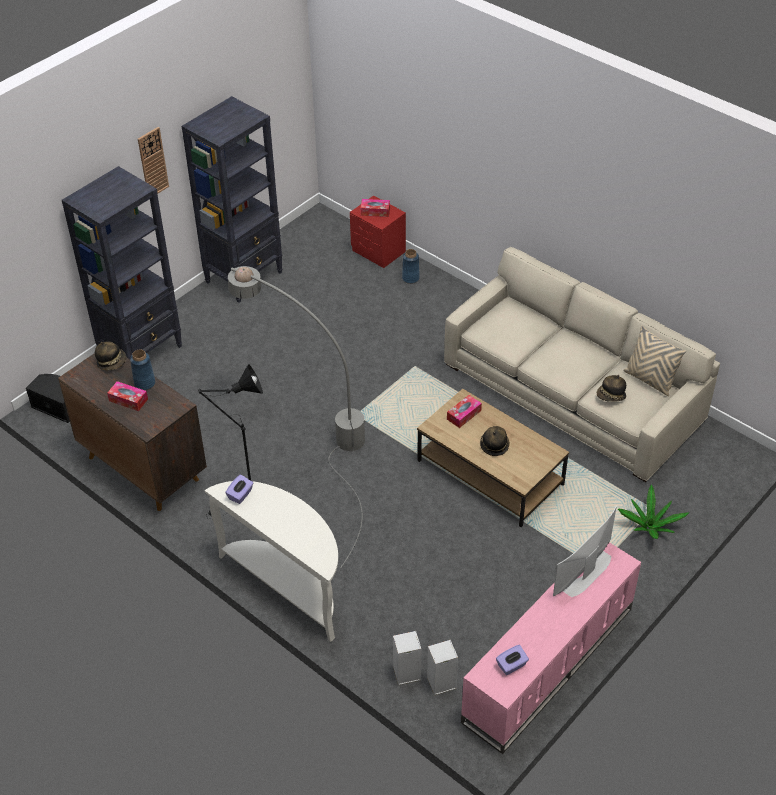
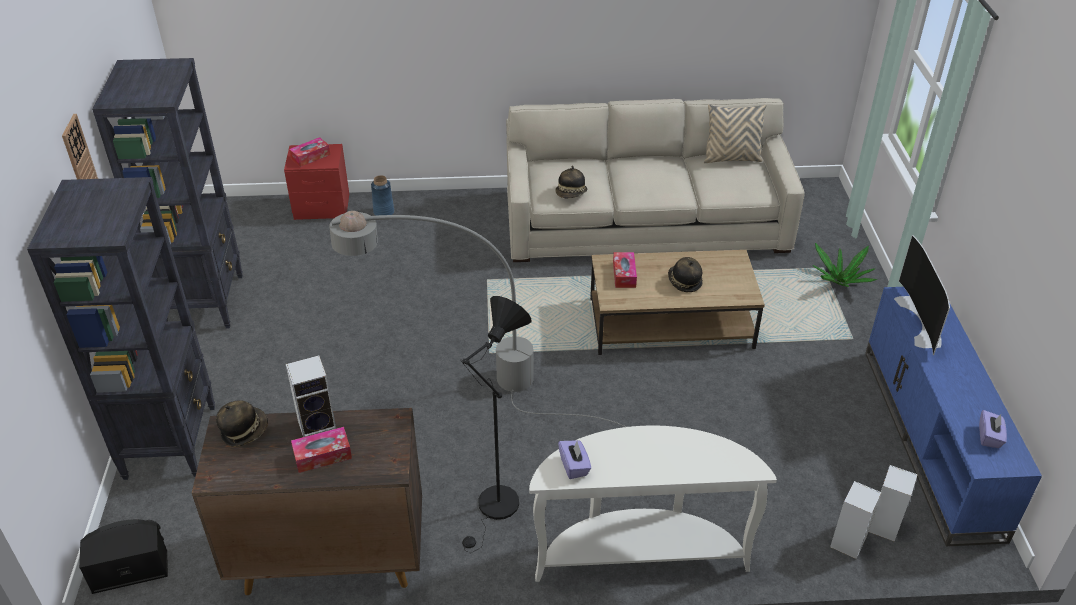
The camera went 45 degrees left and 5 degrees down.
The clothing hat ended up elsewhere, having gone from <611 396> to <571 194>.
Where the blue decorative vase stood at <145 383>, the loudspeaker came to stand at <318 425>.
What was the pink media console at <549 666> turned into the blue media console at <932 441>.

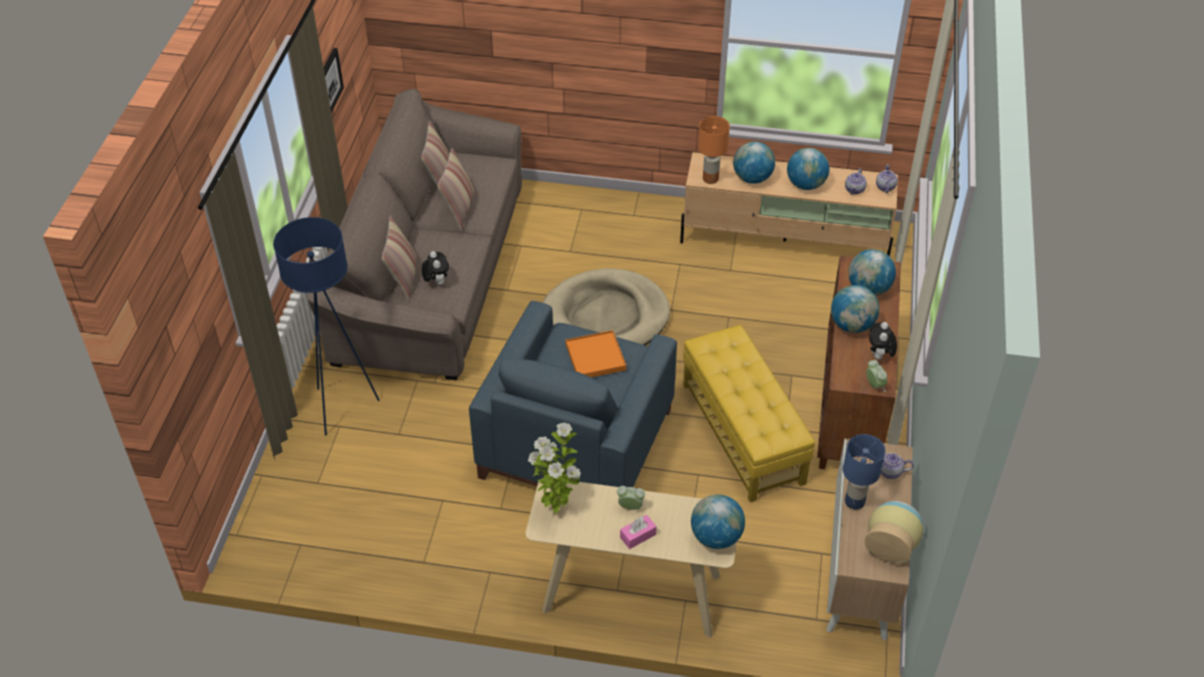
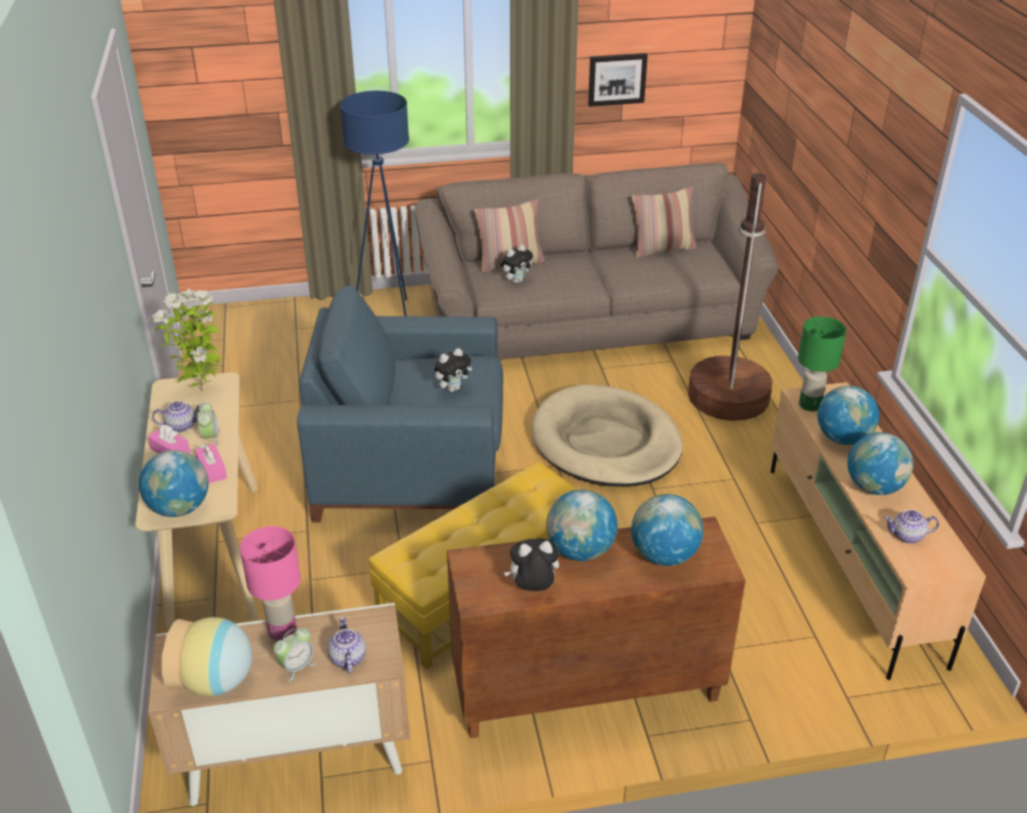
The camera went 70 degrees right and 10 degrees down.
The second view lost the cushion at <459 209>.
The second view gained the pink tissue box at <212 470>.
The second view gained the brown standard lamp at <728 396>.
The table clock ended up elsewhere, having gone from <874 385> to <297 667>.
The tea pot ended up elsewhere, having gone from <885 187> to <181 425>.
Where the orange-coloured tray stood at <595 357>, the soft toy came to stand at <453 388>.
What was the orange-coloured table lamp at <710 179> turned into the green-coloured table lamp at <809 405>.
What was the blue table lamp at <854 502> turned into the pink table lamp at <282 630>.

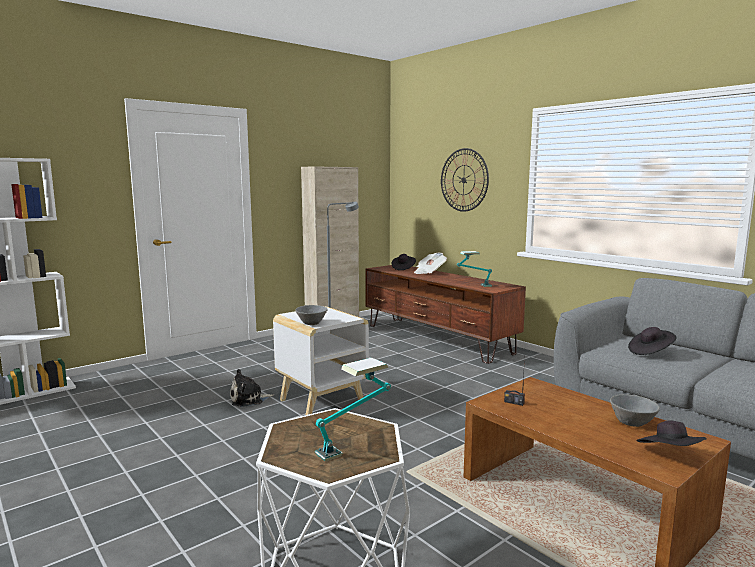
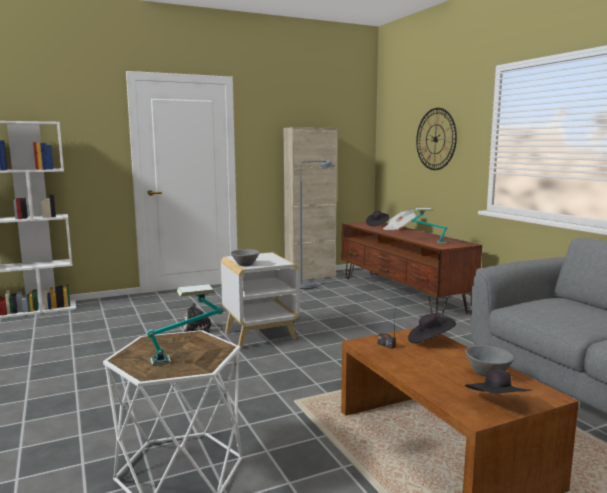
The camera went 15 degrees right and 0 degrees up.
The black-coloured clothing hat ended up elsewhere, having gone from <650 352> to <430 341>.

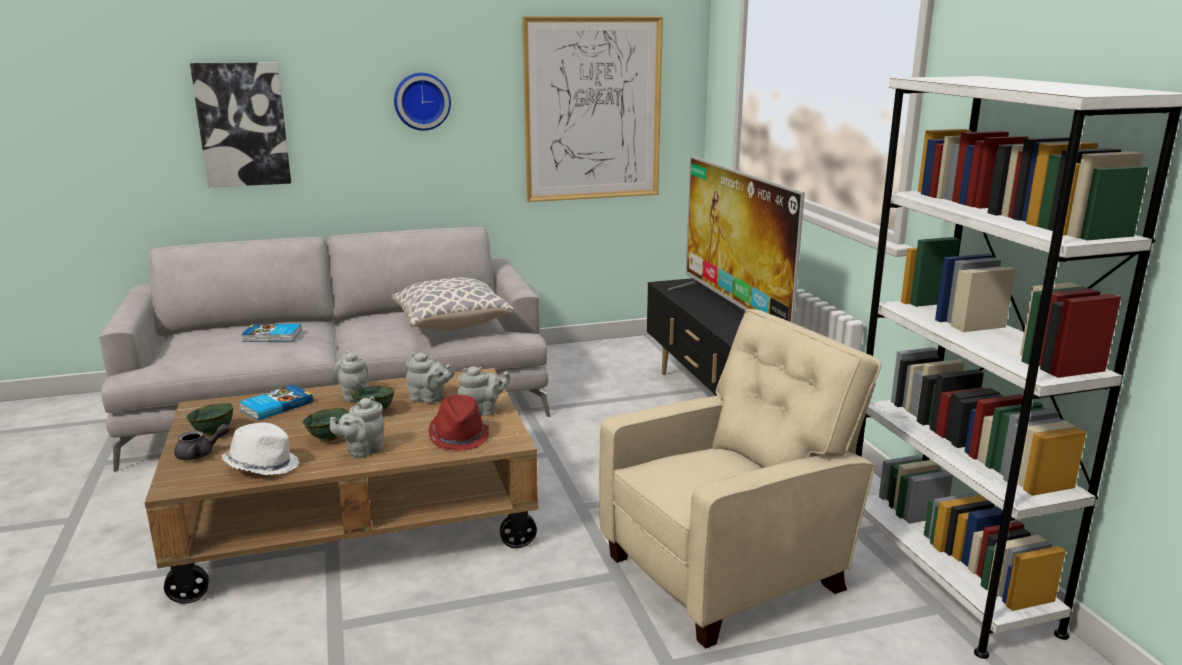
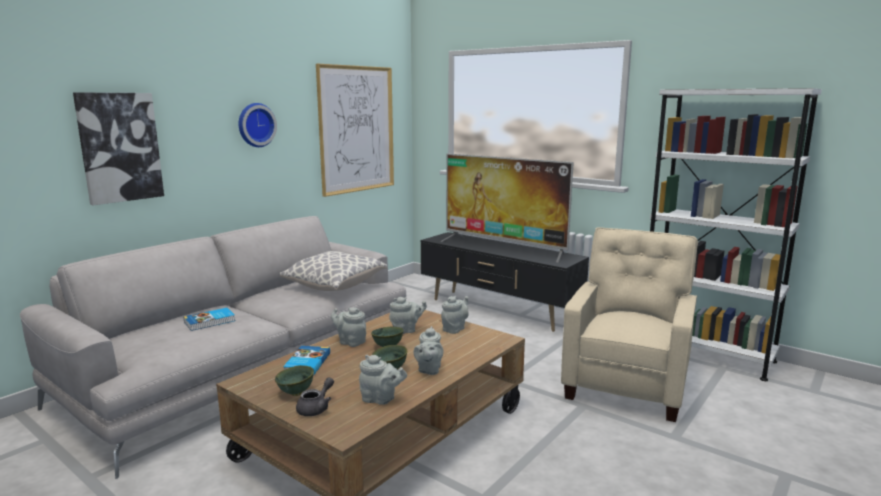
The camera went 35 degrees left and 5 degrees down.
The second view lost the red clothing hat at <459 436>.
Where the whitish clothing hat stood at <262 466>, the gray tea pot came to stand at <381 399>.

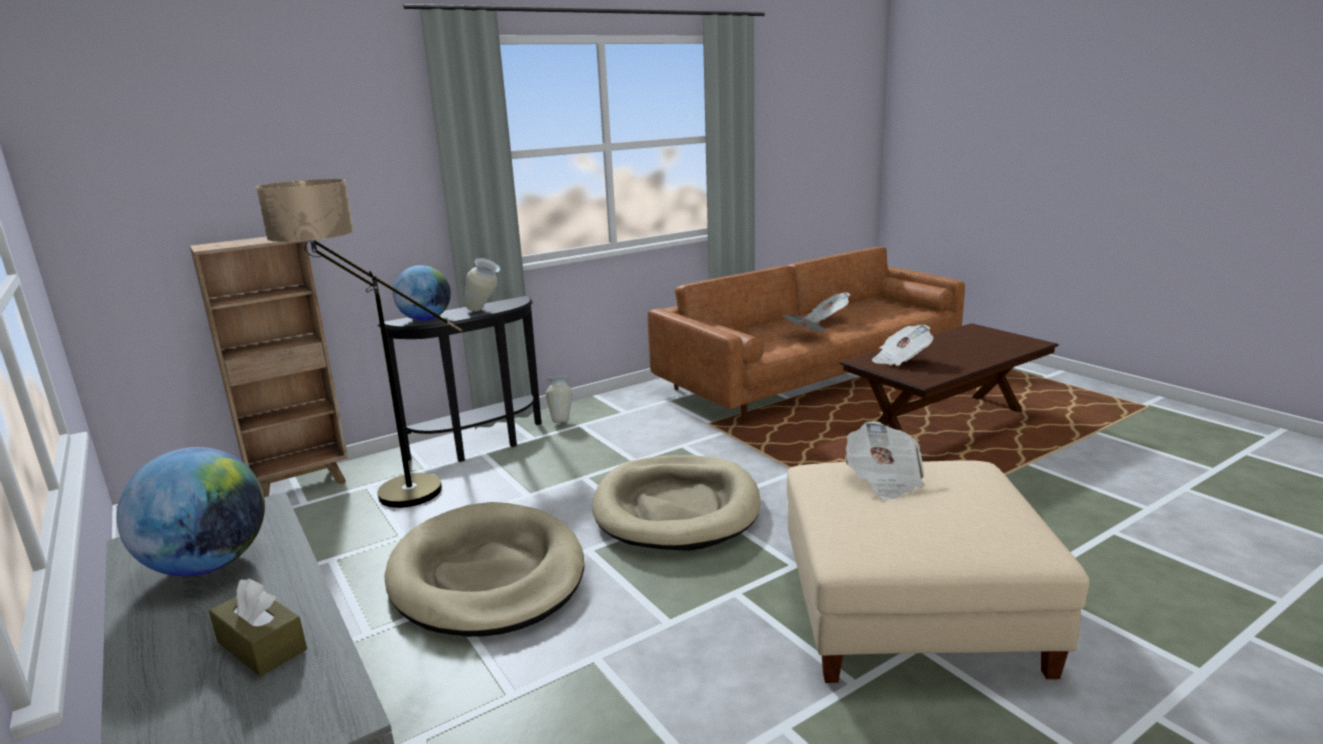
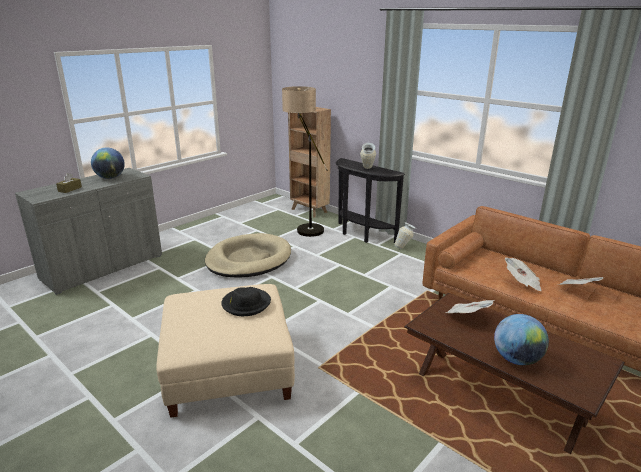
The camera went 75 degrees right and 5 degrees up.
The second view lost the beige-coloured dog bed at <676 508>.
The desk globe ended up elsewhere, having gone from <426 319> to <516 359>.
Where the newspaper stood at <883 480>, the black-coloured clothing hat came to stand at <246 304>.

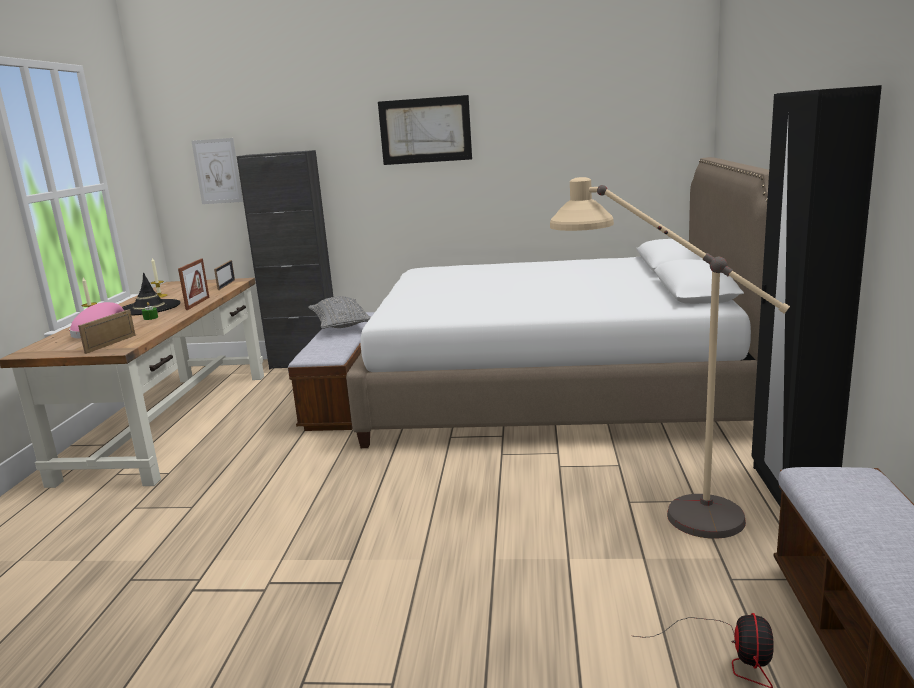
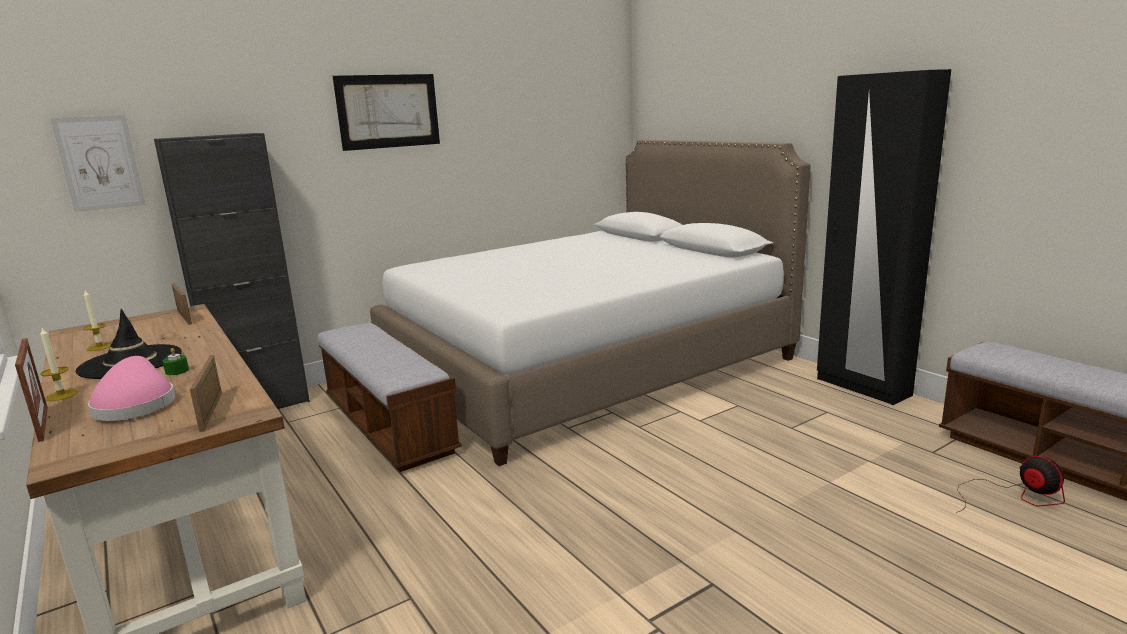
The camera went 40 degrees left and 0 degrees up.
The second view lost the gray cushion at <341 324>.
The second view lost the beige-coloured standard lamp at <654 504>.
The standing frame ended up elsewhere, having gone from <198 303> to <43 423>.

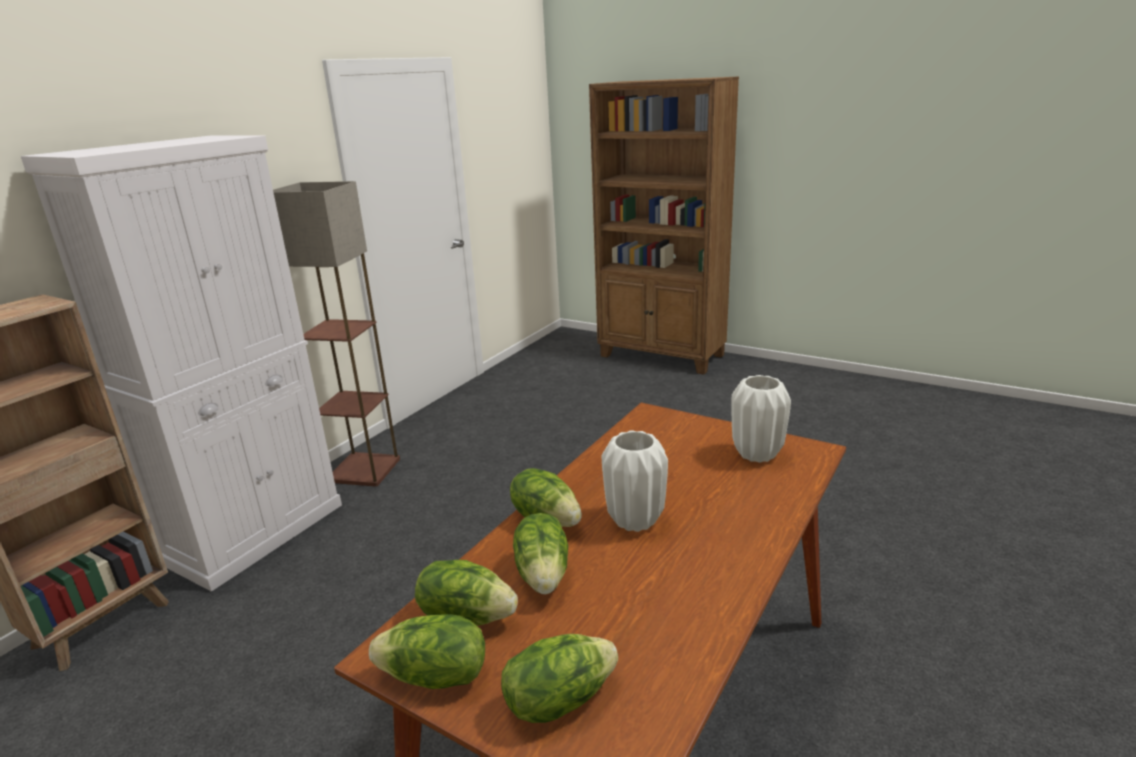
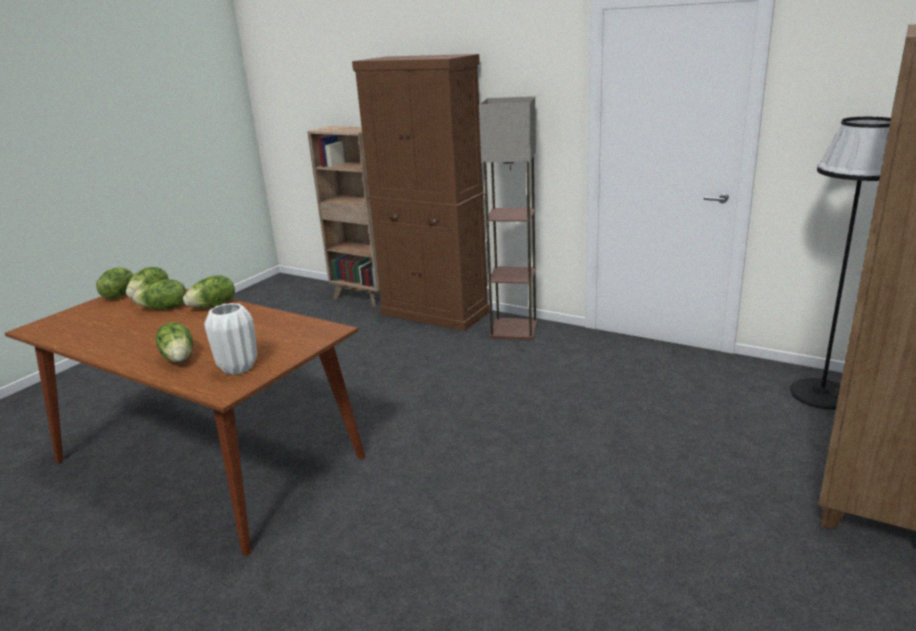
The camera went 90 degrees right and 0 degrees up.
The second view lost the whitish decorative vase at <635 520>.
The second view gained the black-coloured standard lamp at <822 394>.
The lettuce head ended up elsewhere, having gone from <558 699> to <180 358>.
What was the whitish cabinet at <258 533> turned into the brown cabinet at <435 313>.

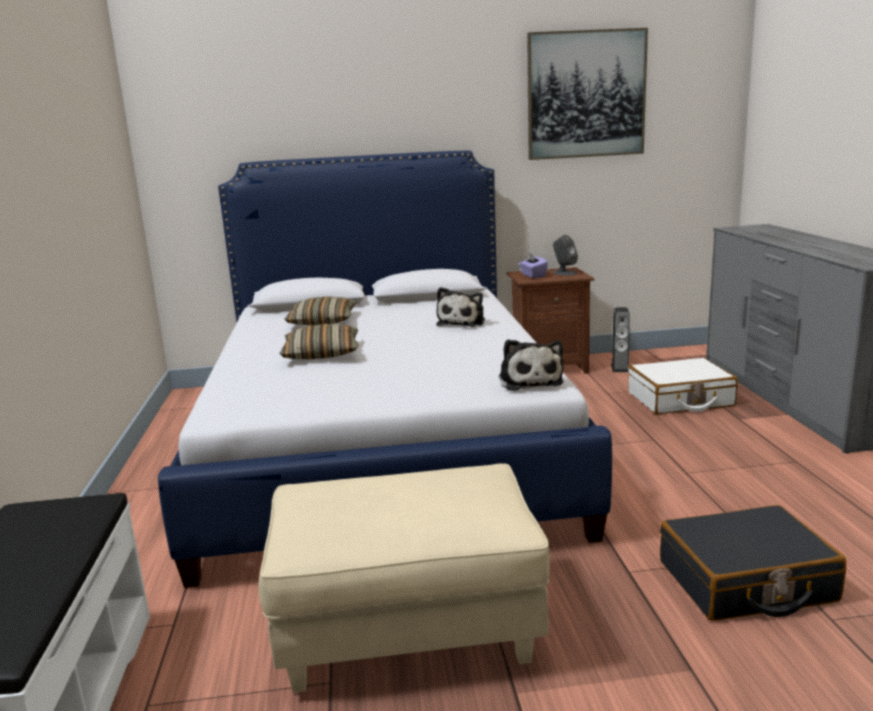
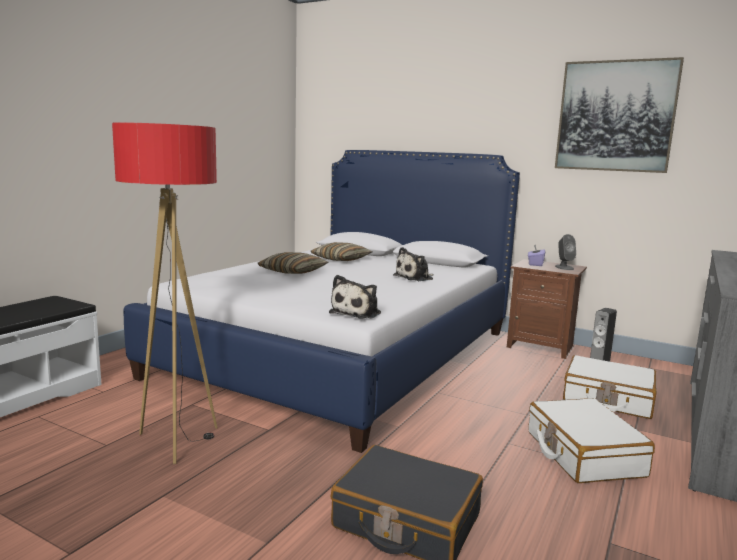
The camera went 35 degrees right and 5 degrees down.
The second view gained the whitish piece of luggage at <583 454>.
Where the beige-coloured footrest stood at <407 629>, the standard lamp came to stand at <178 441>.

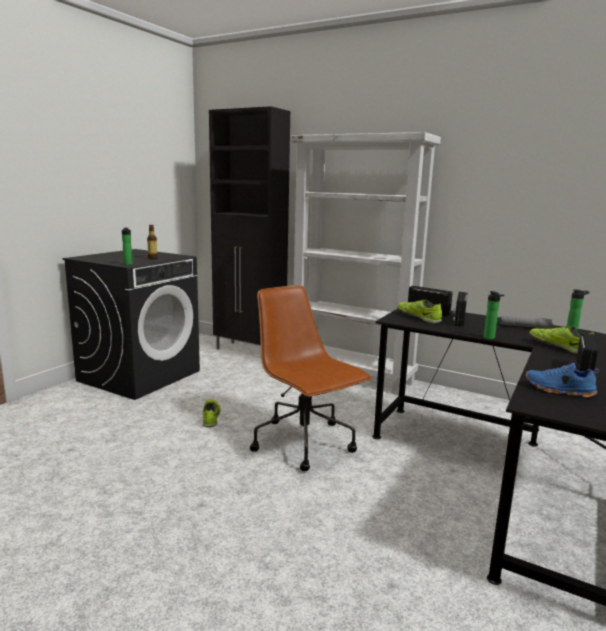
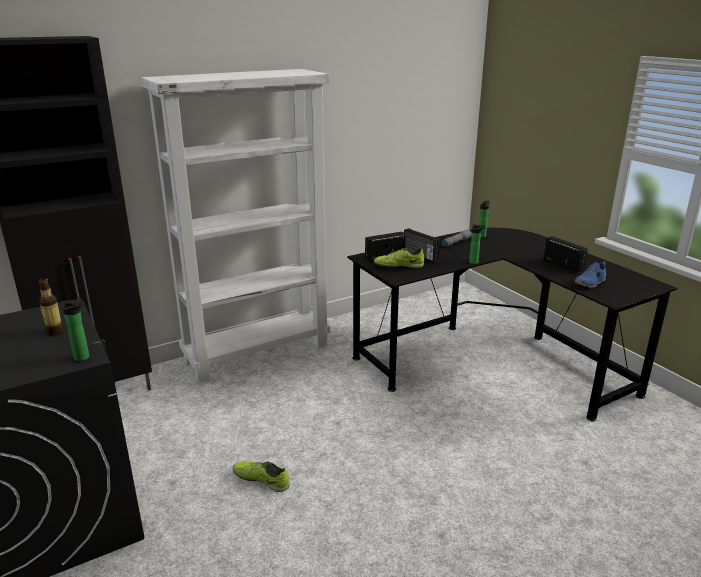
The camera went 60 degrees left and 10 degrees up.
The second view lost the brown desk chair at <305 443>.
The second view lost the shoe at <560 347>.

